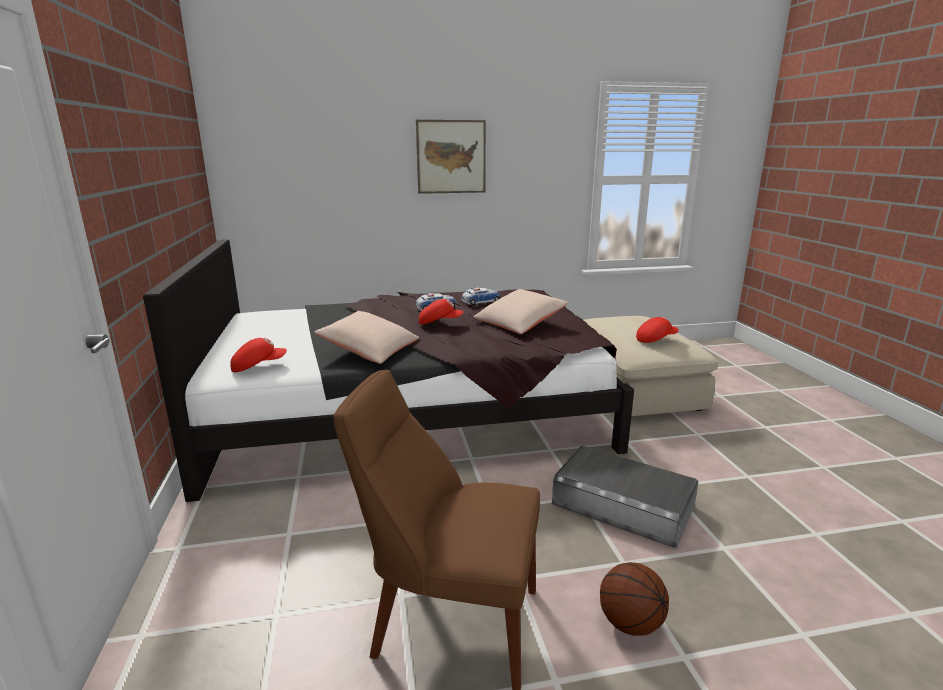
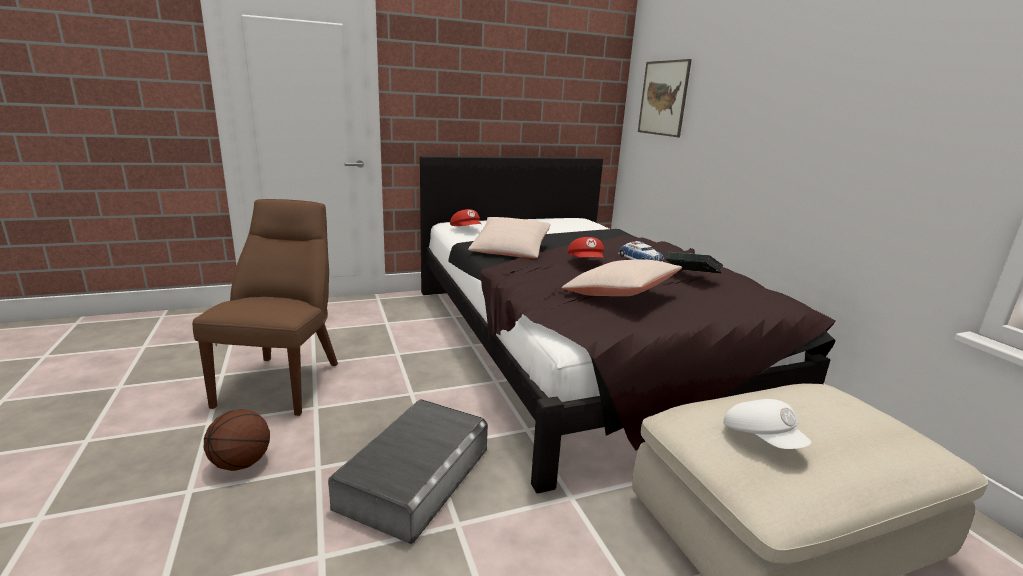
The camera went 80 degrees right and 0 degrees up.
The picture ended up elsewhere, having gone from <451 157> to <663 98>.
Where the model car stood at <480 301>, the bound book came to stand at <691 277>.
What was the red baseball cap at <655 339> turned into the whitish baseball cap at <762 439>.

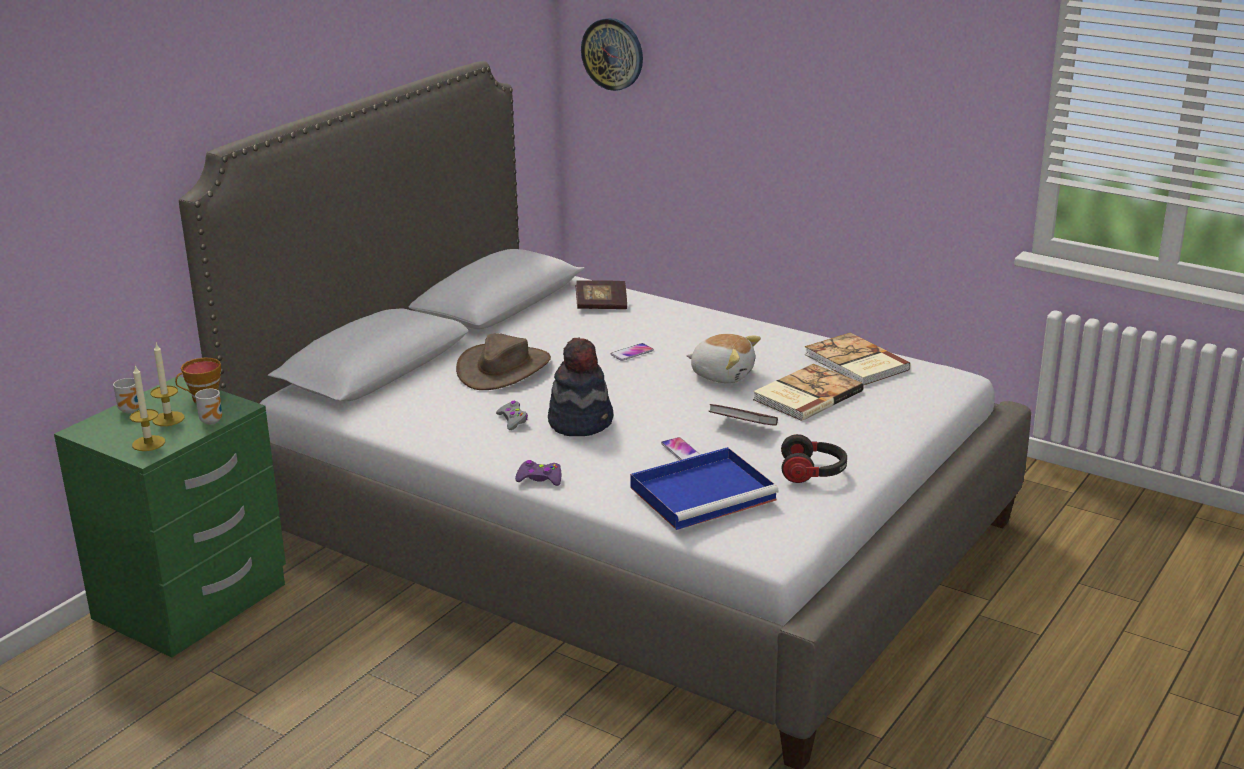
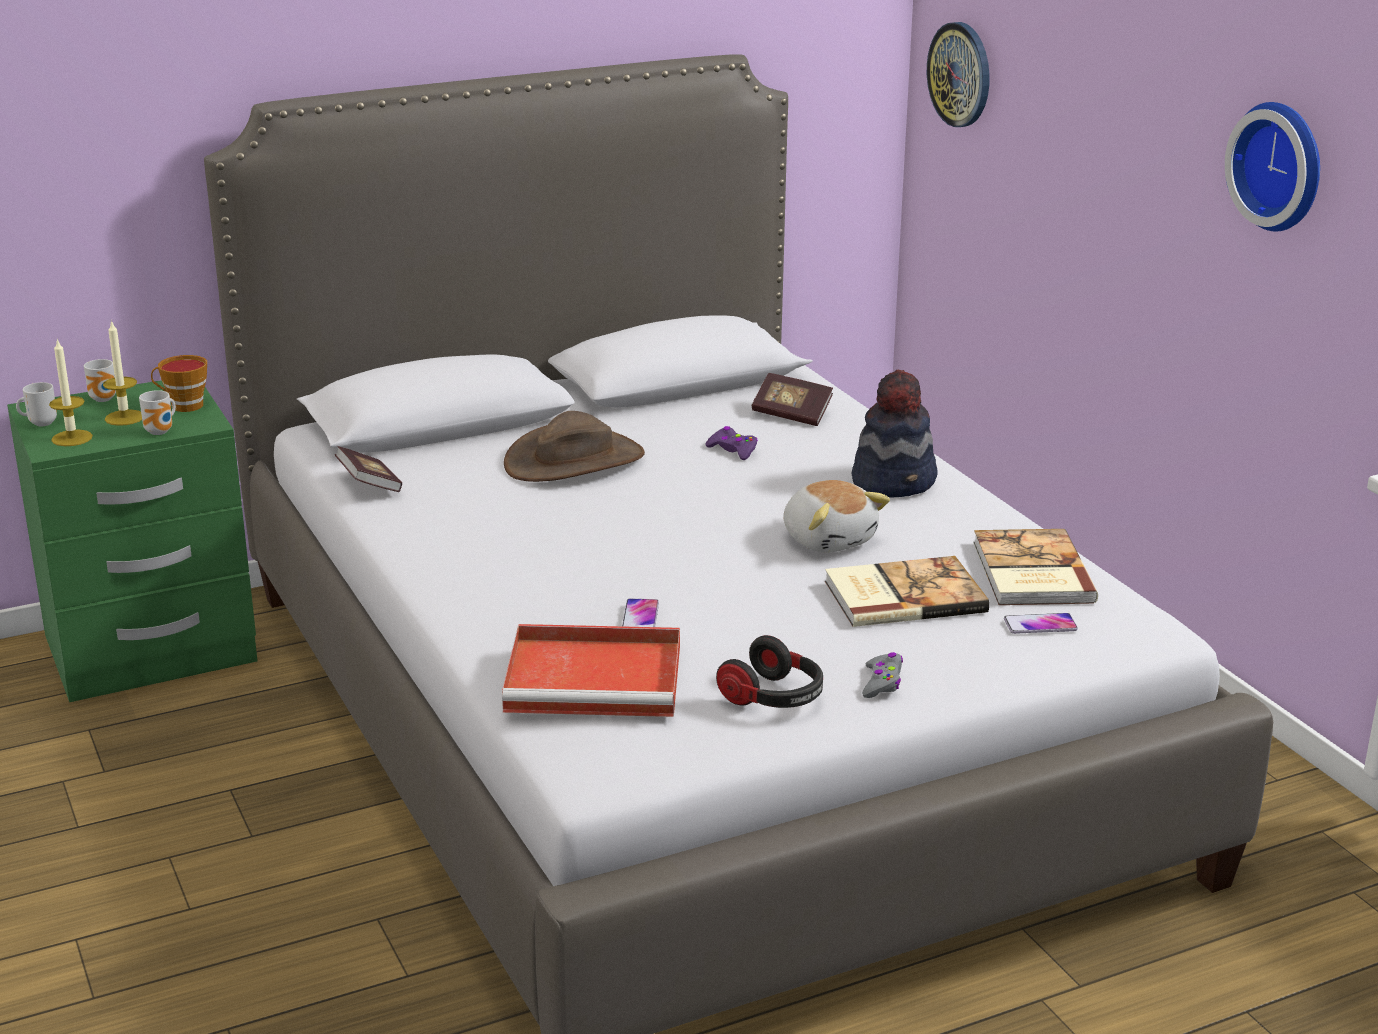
The camera went 30 degrees right and 0 degrees up.
The second view gained the coffee mug at <40 423>.
The second view gained the wall clock at <1282 165>.
The gray gamepad ended up elsewhere, having gone from <512 420> to <882 683>.
The purple gamepad ended up elsewhere, having gone from <540 479> to <733 450>.
The clothing hat ended up elsewhere, having gone from <581 422> to <895 481>.
The telephone ended up elsewhere, having gone from <632 353> to <1040 625>.
The bound book ended up elsewhere, having gone from <742 427> to <369 485>.
What was the blue tray at <705 493> turned into the red tray at <598 678>.

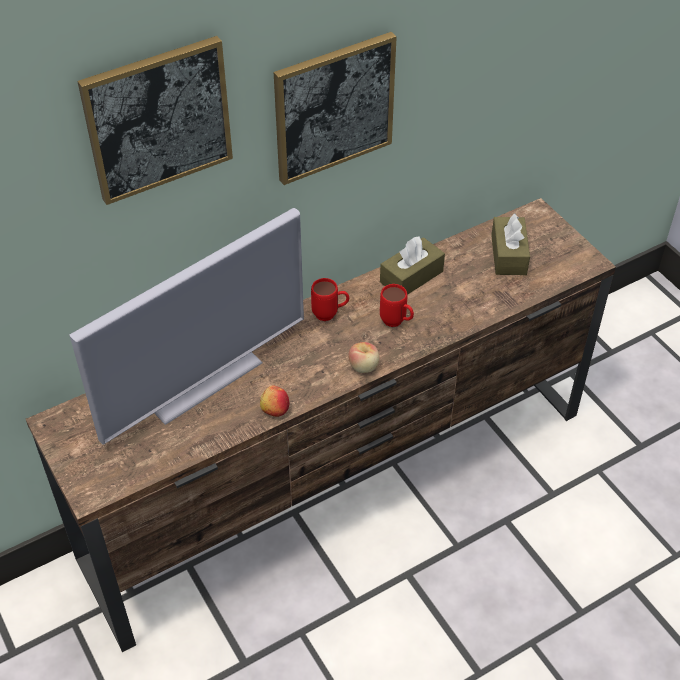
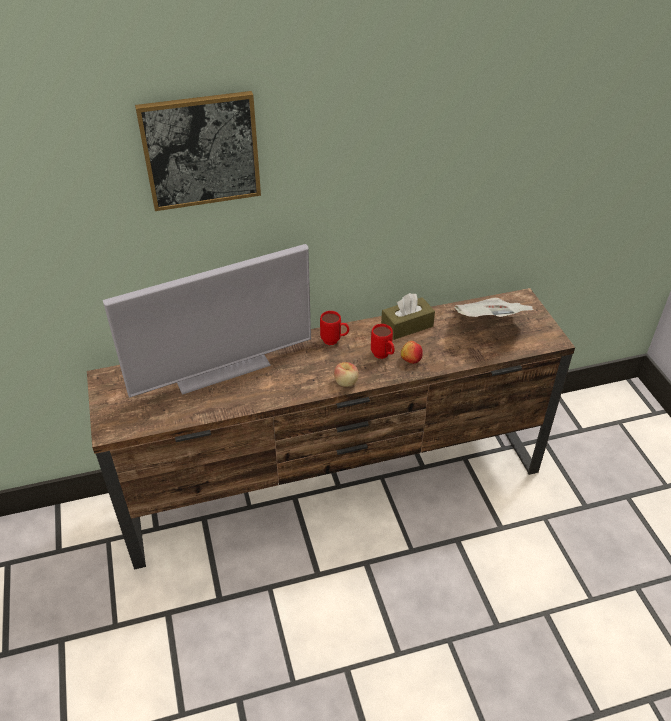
The camera went 15 degrees right and 5 degrees down.
The second view lost the picture at <333 107>.
The apple fruit ended up elsewhere, having gone from <275 409> to <411 359>.
Where the brown tissue box stood at <508 255>, the newspaper came to stand at <489 323>.

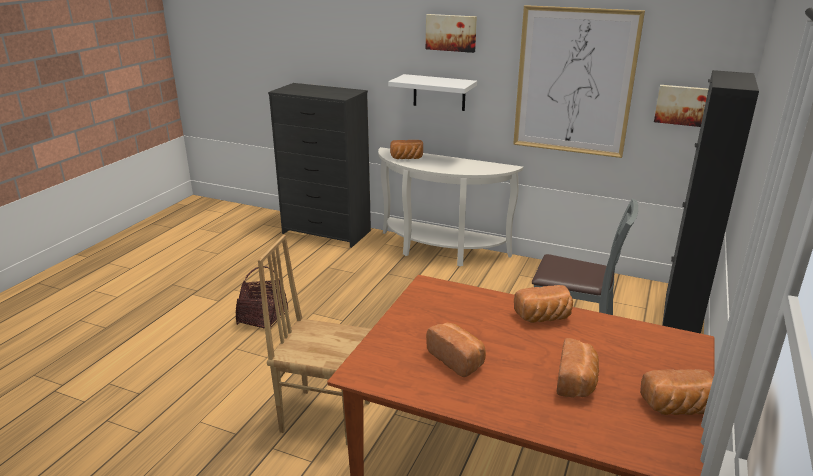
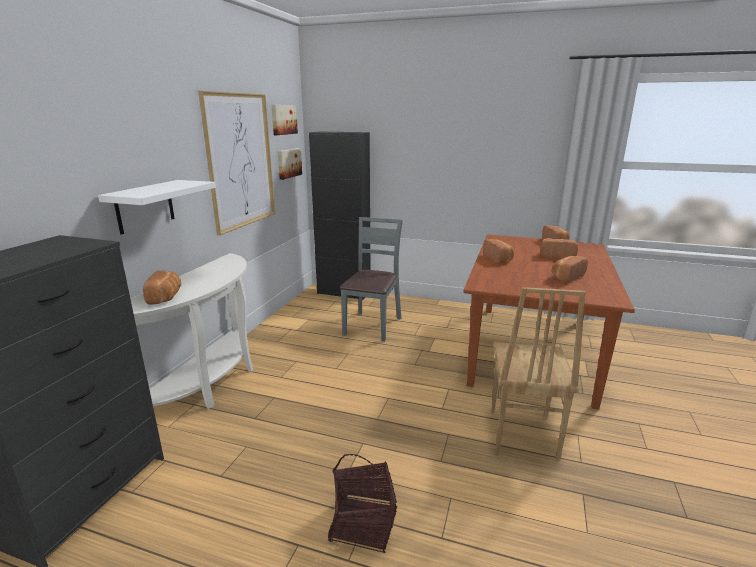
The camera went 95 degrees left and 5 degrees down.
The picture ended up elsewhere, having gone from <451 32> to <283 119>.

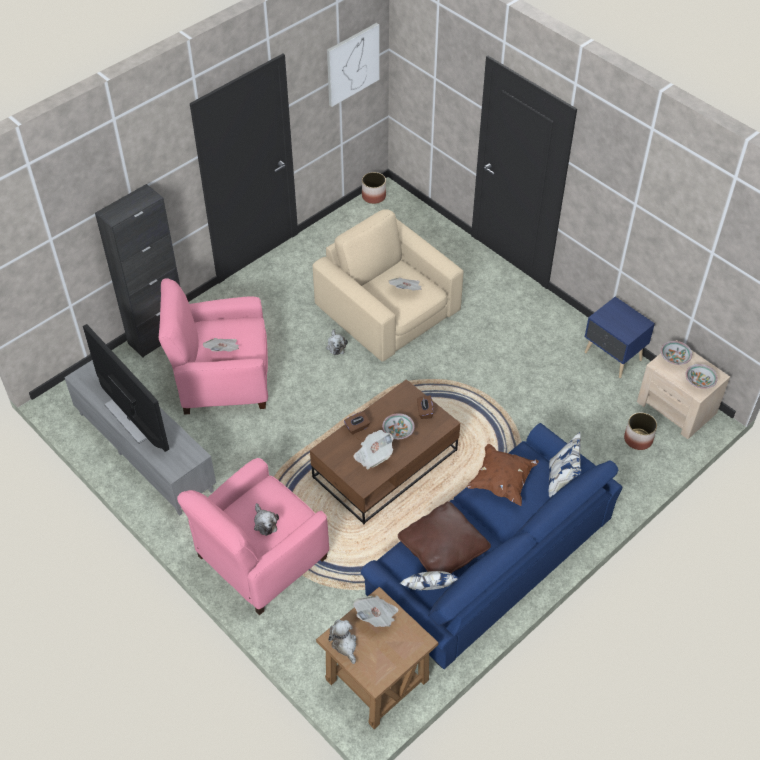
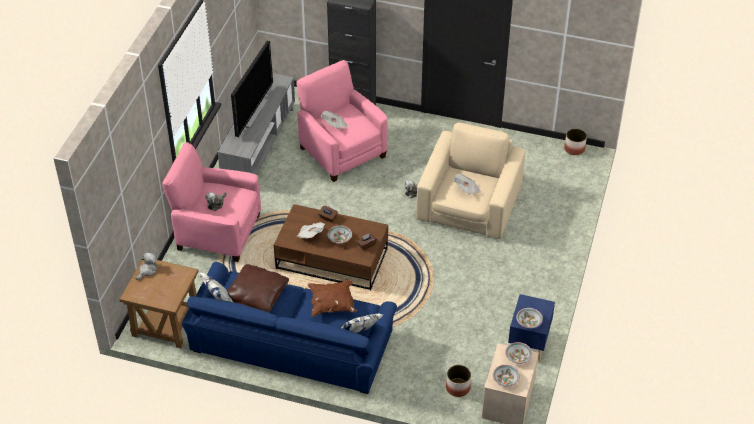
The camera went 60 degrees right and 5 degrees down.
The second view lost the picture at <352 64>.
The second view lost the newspaper at <376 616>.
The second view gained the deep dish at <529 322>.

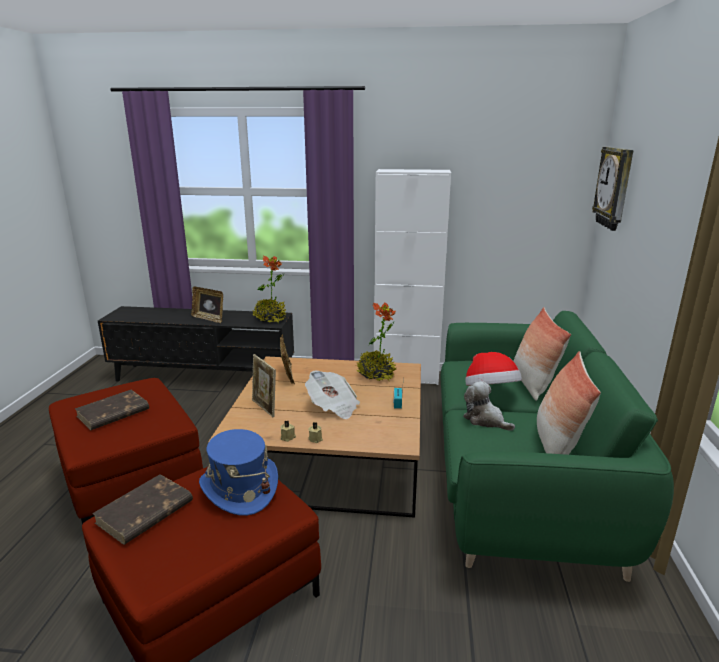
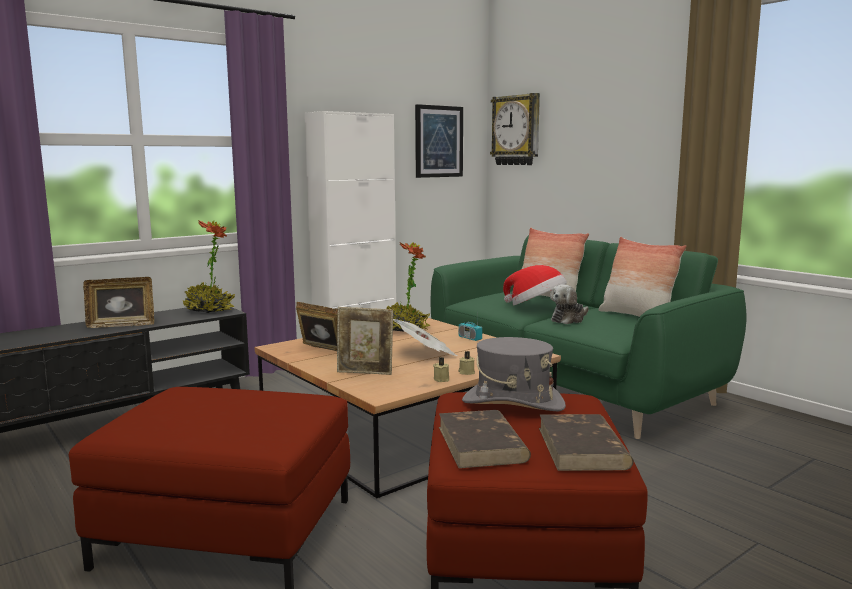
The camera went 45 degrees left and 10 degrees down.
The second view gained the picture at <438 141>.
The brown bound book ended up elsewhere, having gone from <112 413> to <582 448>.
What was the blue clothing hat at <239 488> turned into the gray clothing hat at <513 403>.
The soft toy at <485 420> ended up facing another way, 45 degrees counterclockwise from before.

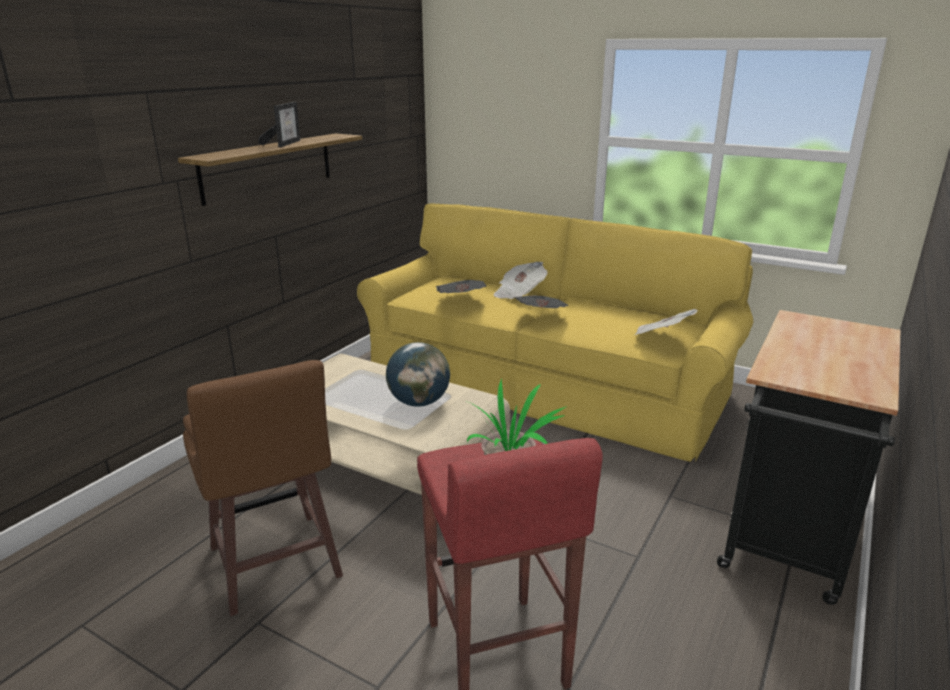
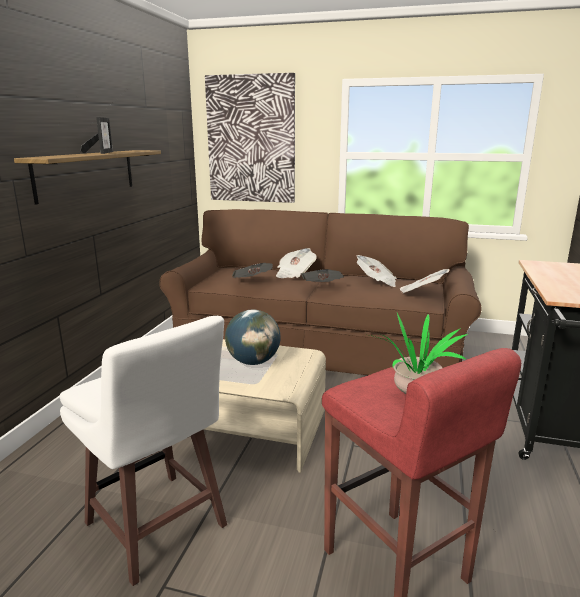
The camera went 15 degrees left and 5 degrees down.
The second view gained the picture at <251 140>.
The second view gained the newspaper at <376 282>.
What was the brown stool seat at <274 565> turned into the whitish stool seat at <157 527>.
What was the yellow couch at <544 384> turned into the brown couch at <318 345>.

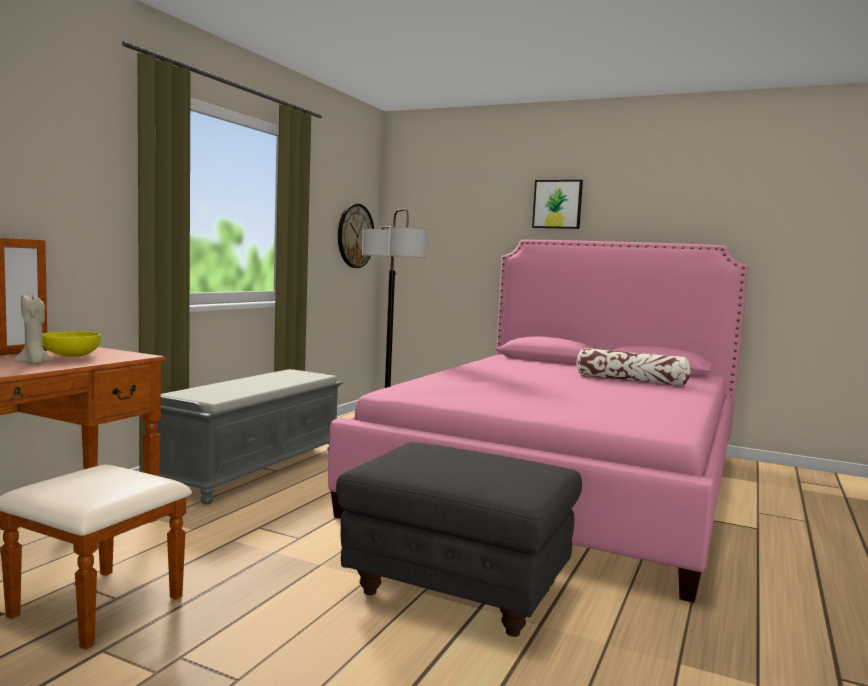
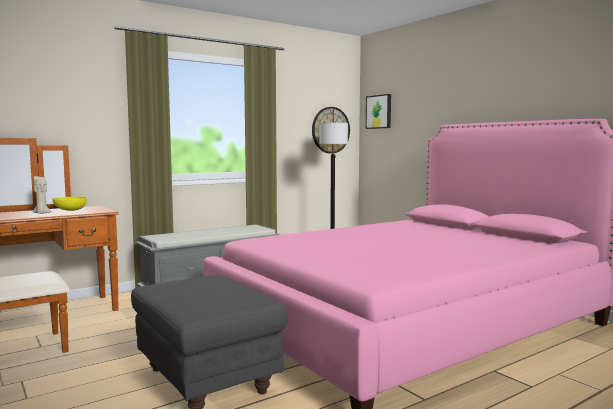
The camera went 30 degrees right and 0 degrees up.
The second view lost the cushion at <631 380>.
The picture ended up elsewhere, having gone from <557 204> to <379 112>.

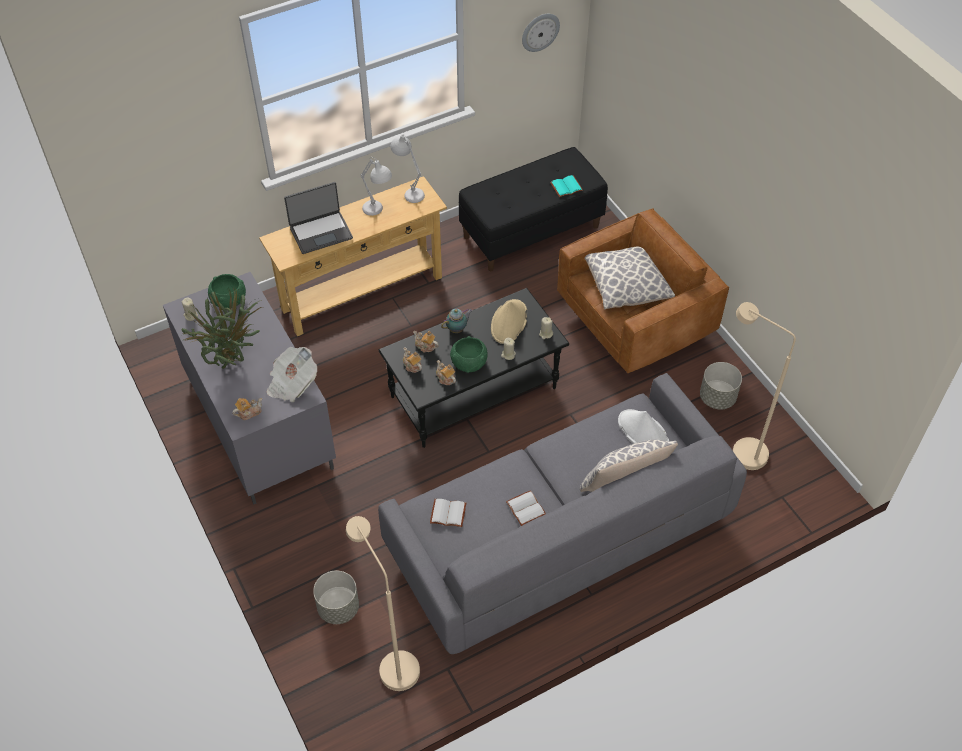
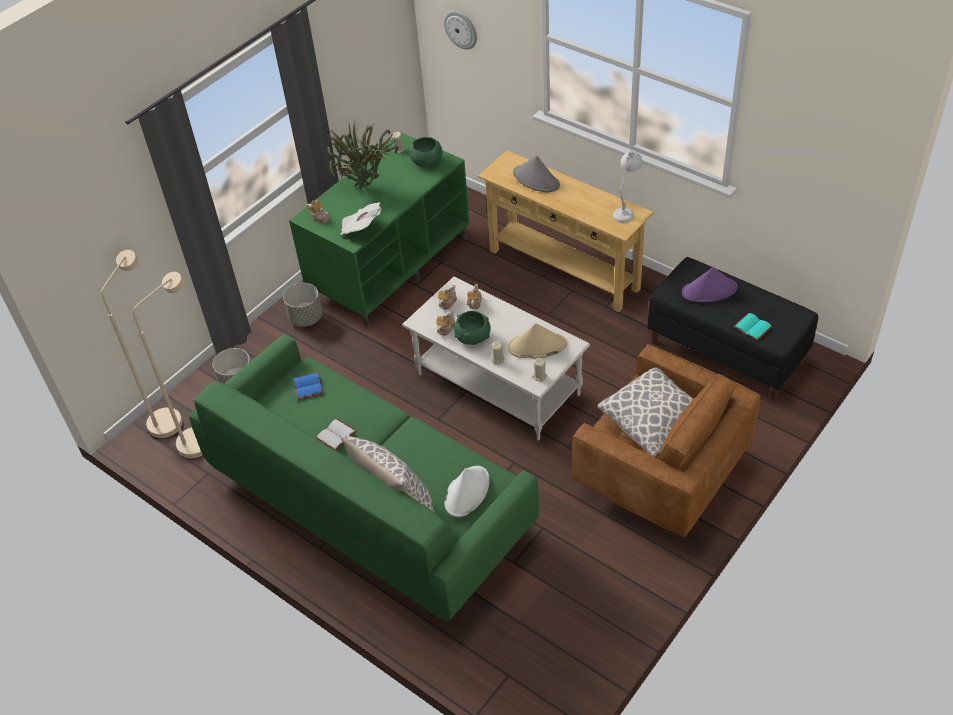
The camera went 70 degrees right and 5 degrees down.
The second view lost the whitish table lamp at <378 212>.
The second view lost the tea pot at <457 329>.
The second view gained the purple clothing hat at <709 290>.
The wall clock ended up elsewhere, having gone from <540 32> to <461 29>.
The gray planter ended up elsewhere, having gone from <717 398> to <305 318>.
The beige-coloured standard lamp ended up elsewhere, having gone from <740 450> to <168 416>.
Where the laptop stood at <321 232>, the gray clothing hat came to stand at <536 179>.
What was the gray media console at <257 421> turned into the green-coloured media console at <390 266>.
What was the gray couch at <557 536> turned into the green-coloured couch at <370 501>.
What was the black-coloured low table at <473 394> turned into the whitish low table at <496 385>.
What was the whitish bound book at <447 514> turned into the blue bound book at <307 386>.

